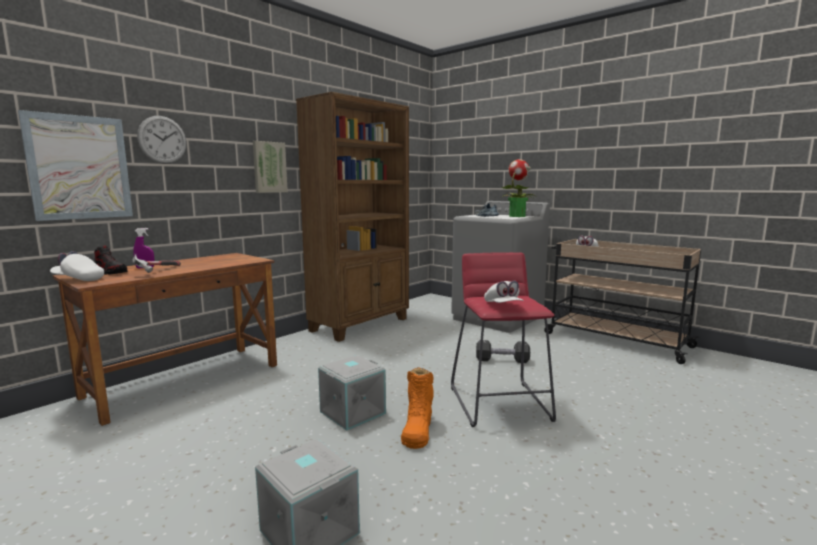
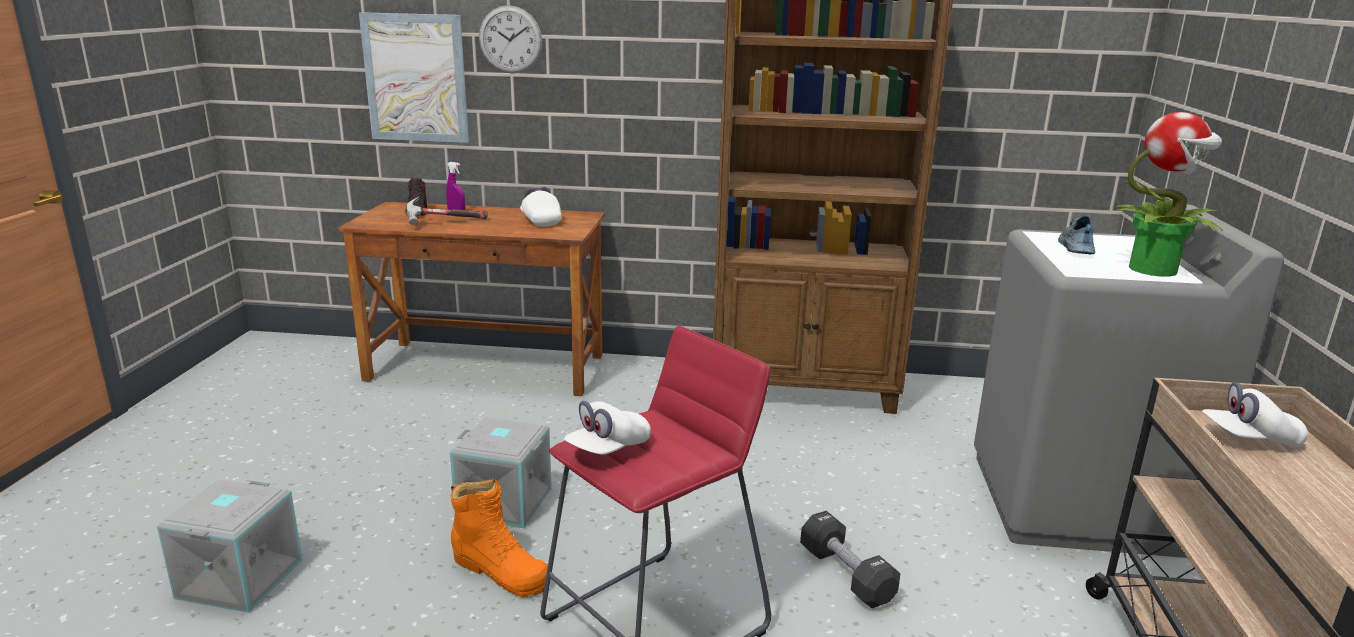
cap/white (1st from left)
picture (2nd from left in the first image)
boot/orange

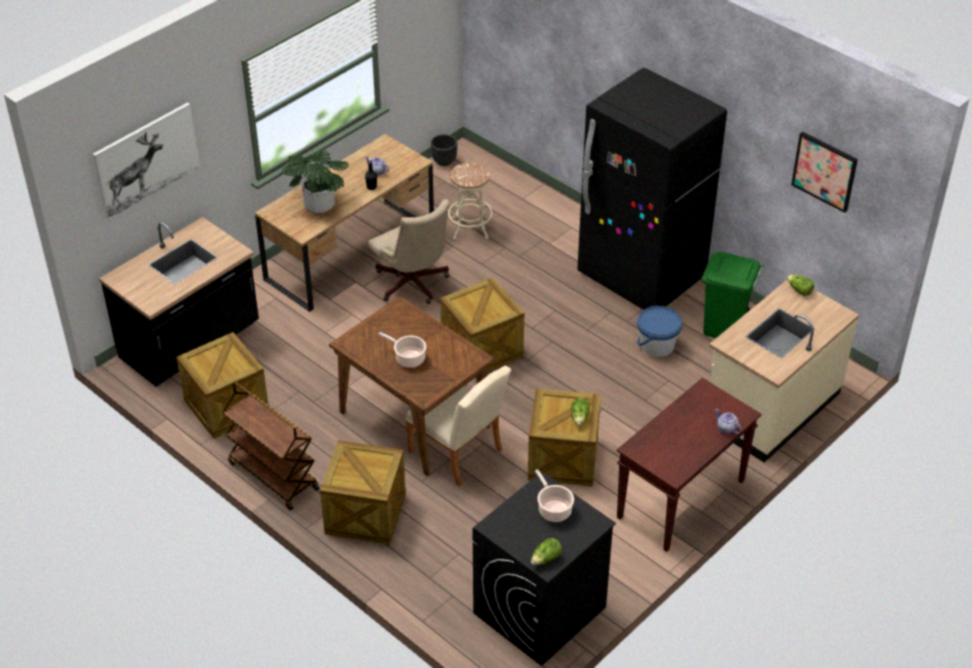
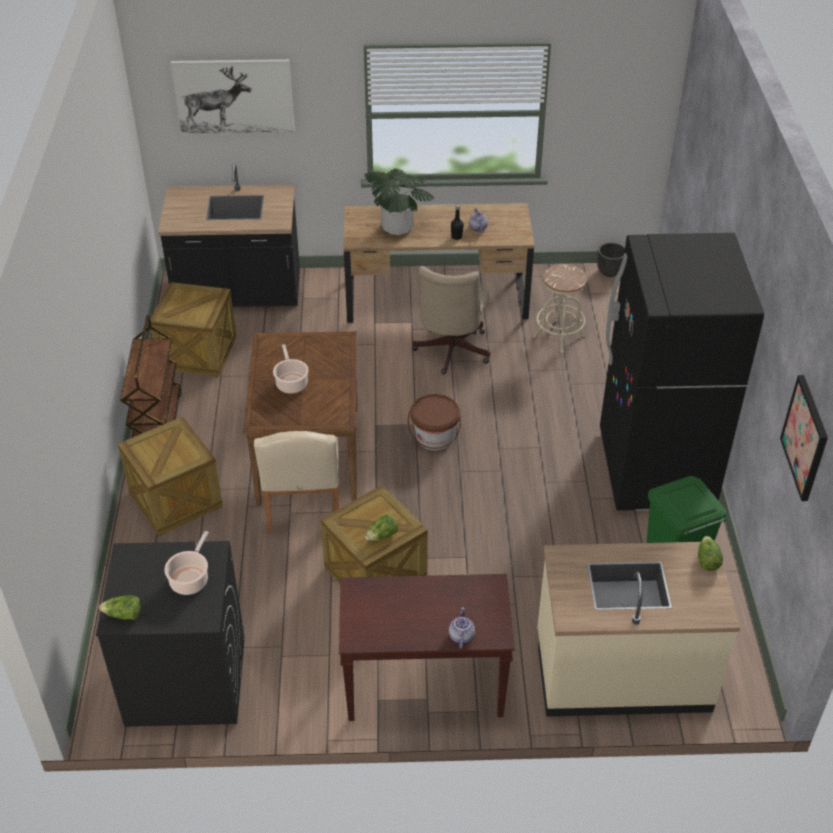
bucket/brown
bucket/blue

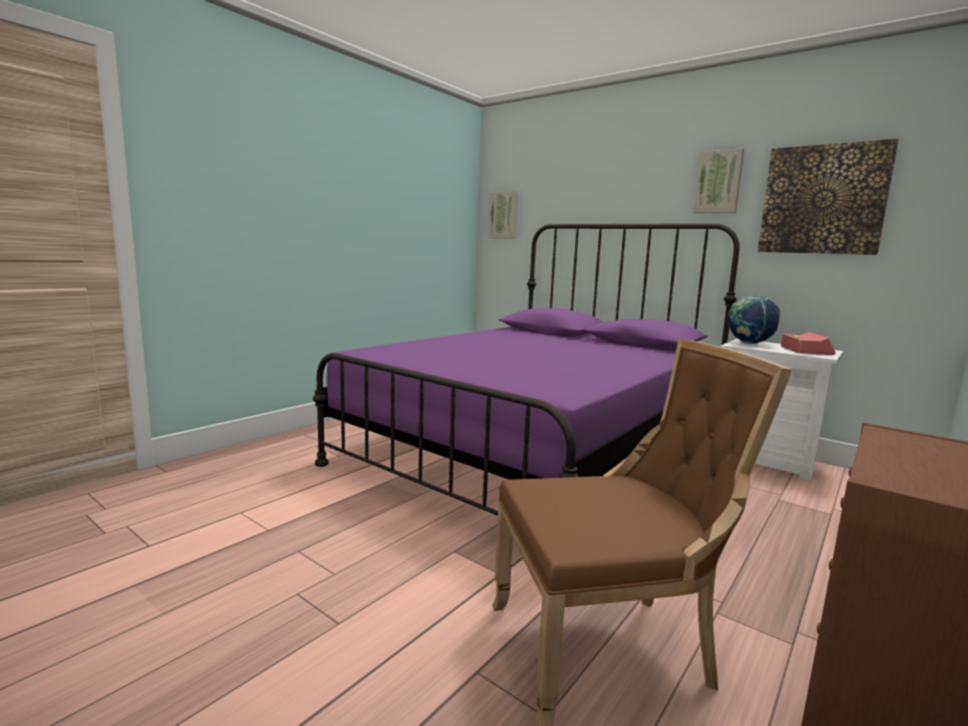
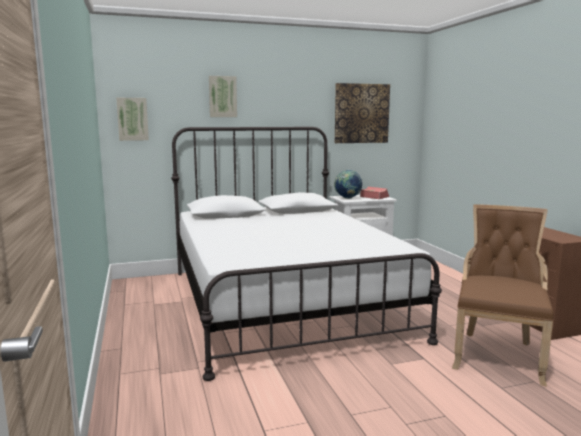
bed/white
picture (2nd from left)

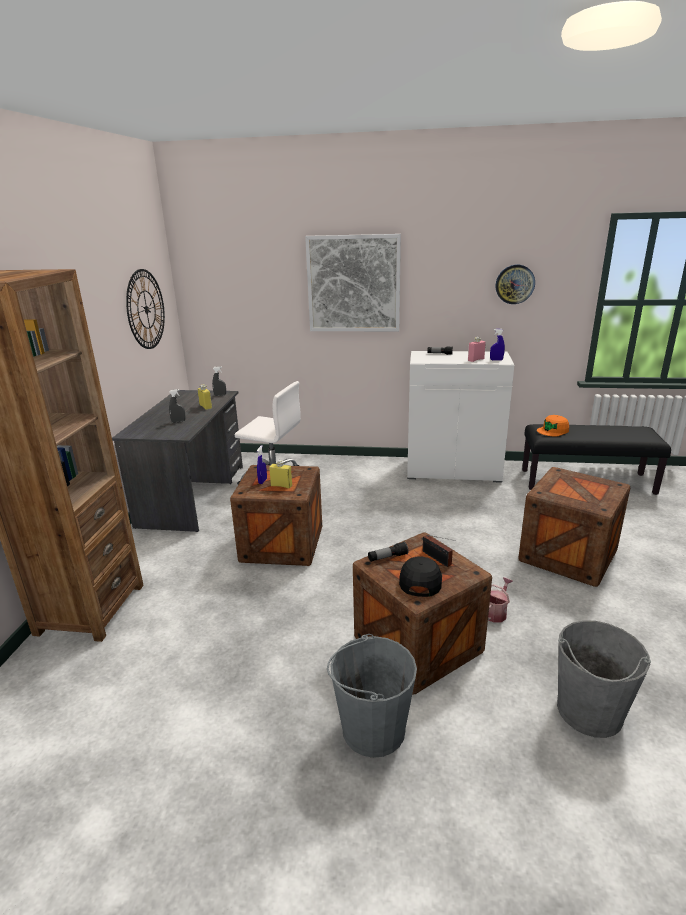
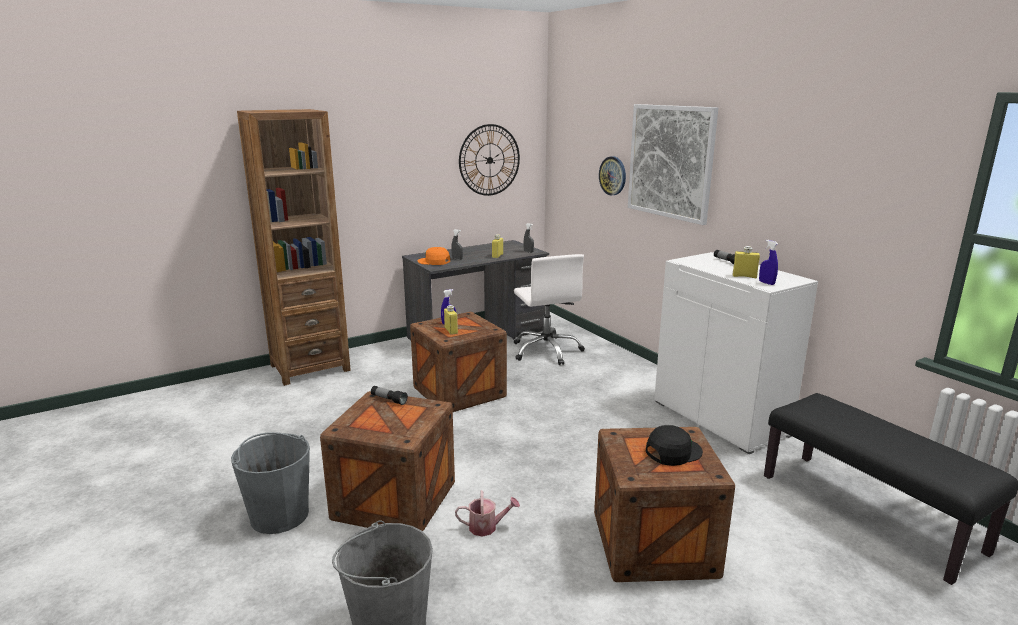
cap/black
radio
bottle/yellow (3rd from left)
wall clock (2nd from left)
cap/orange

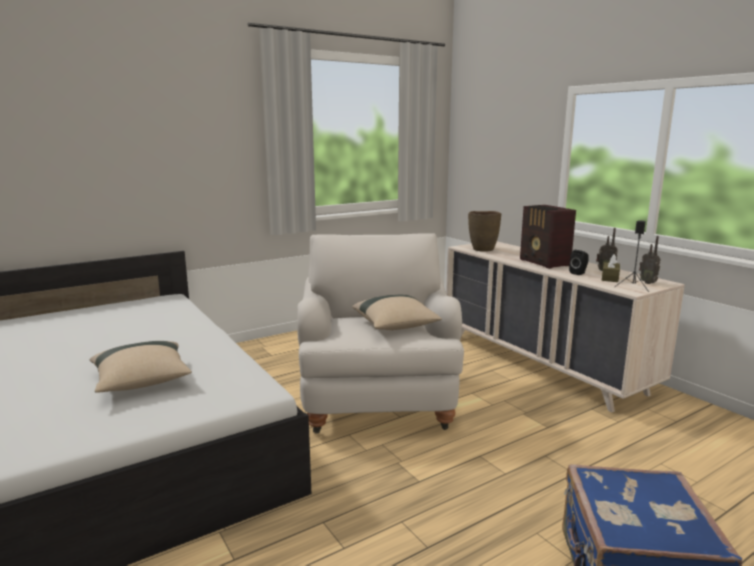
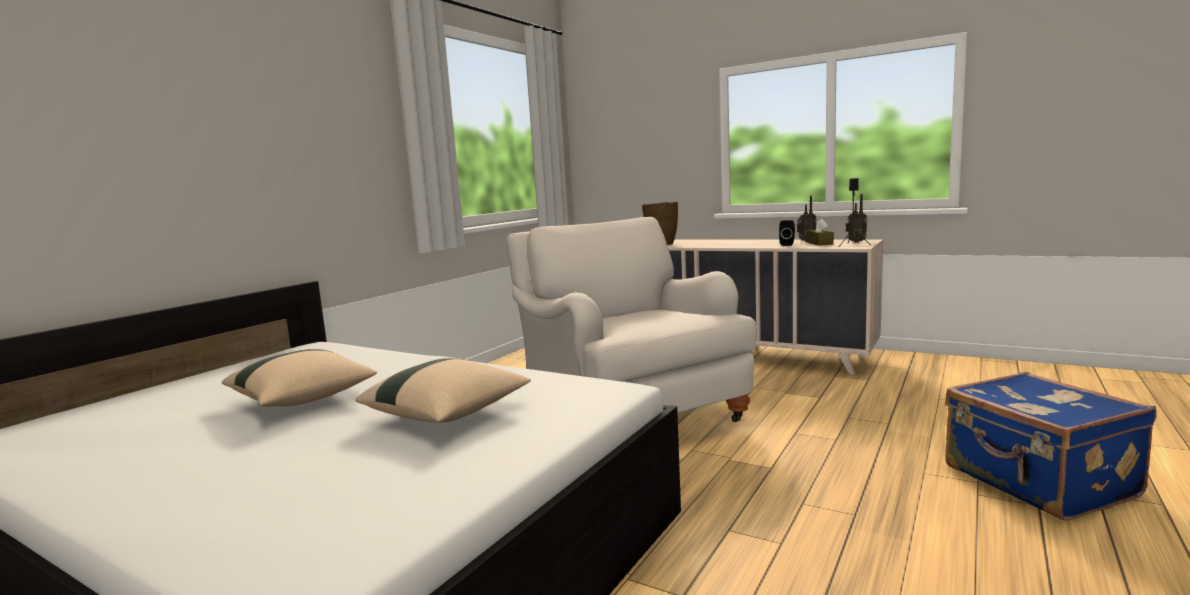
pillow/beige (1st from left)
radio (1st from left in the first image)

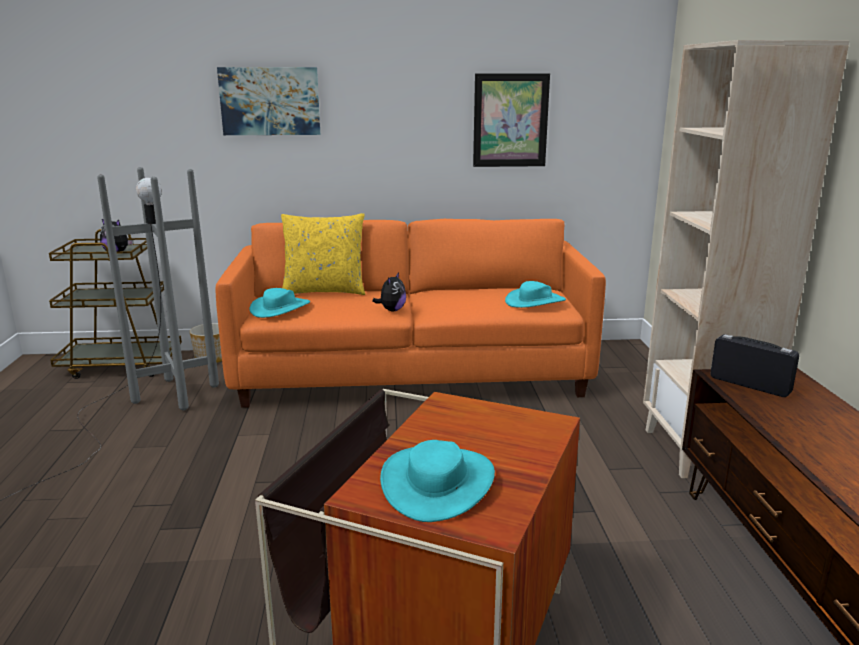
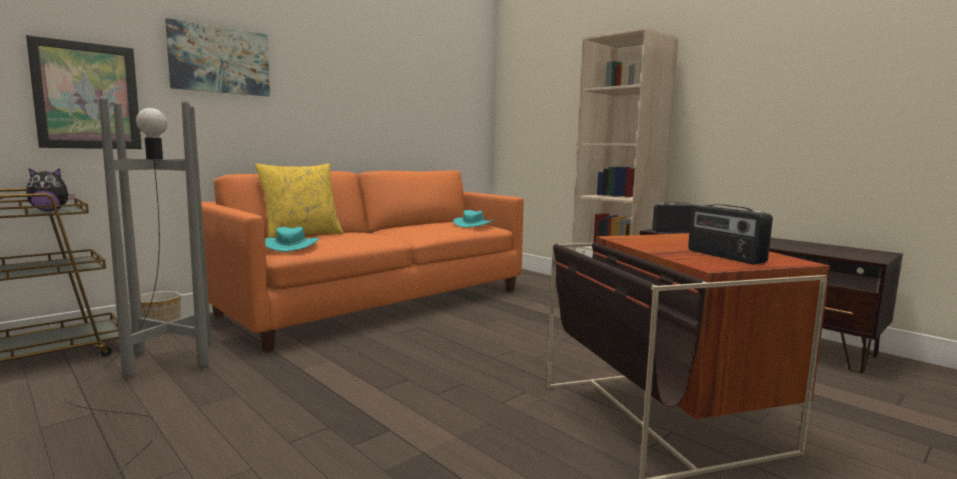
plush toy (2nd from left in the first image)
radio (2nd from left)
picture (1st from left)

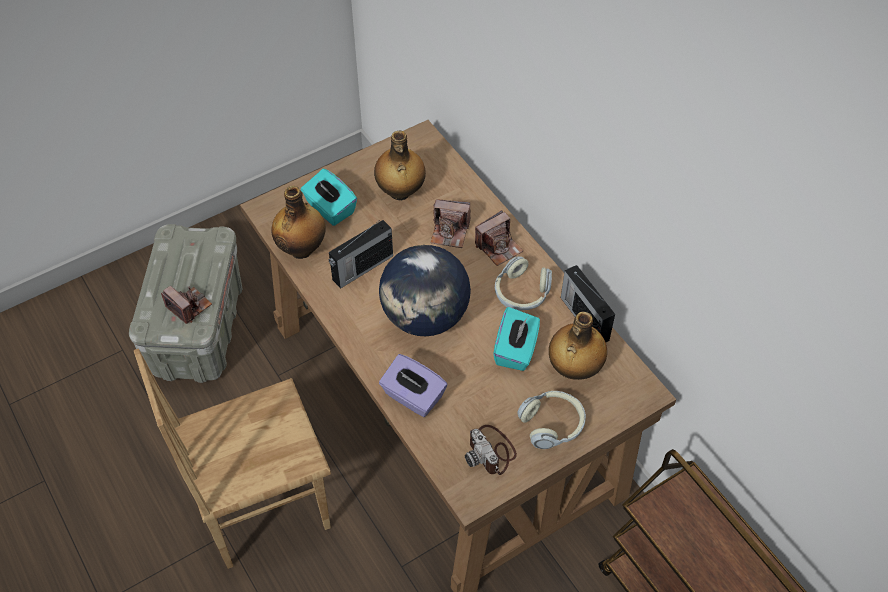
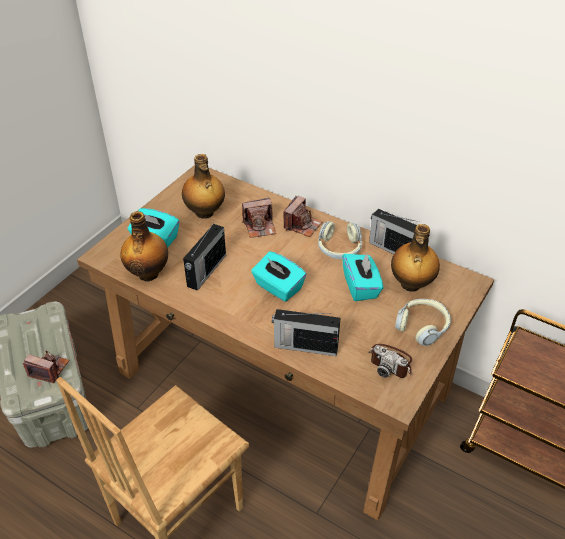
tissue box/turquoise (2nd from left)
radio (2nd from left)

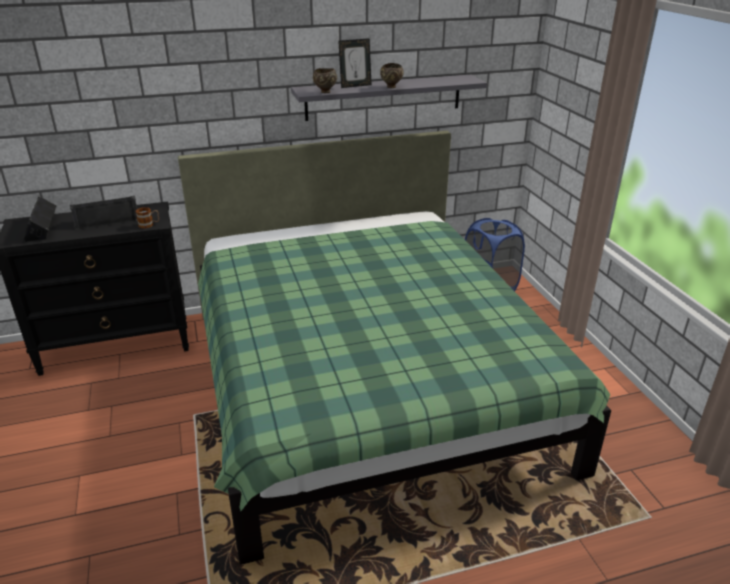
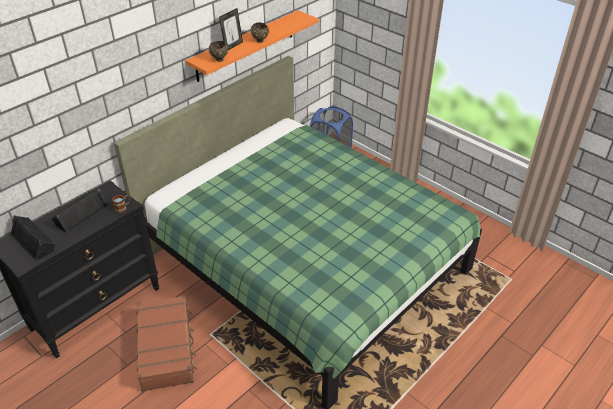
shelf/orange
suitcase/brown

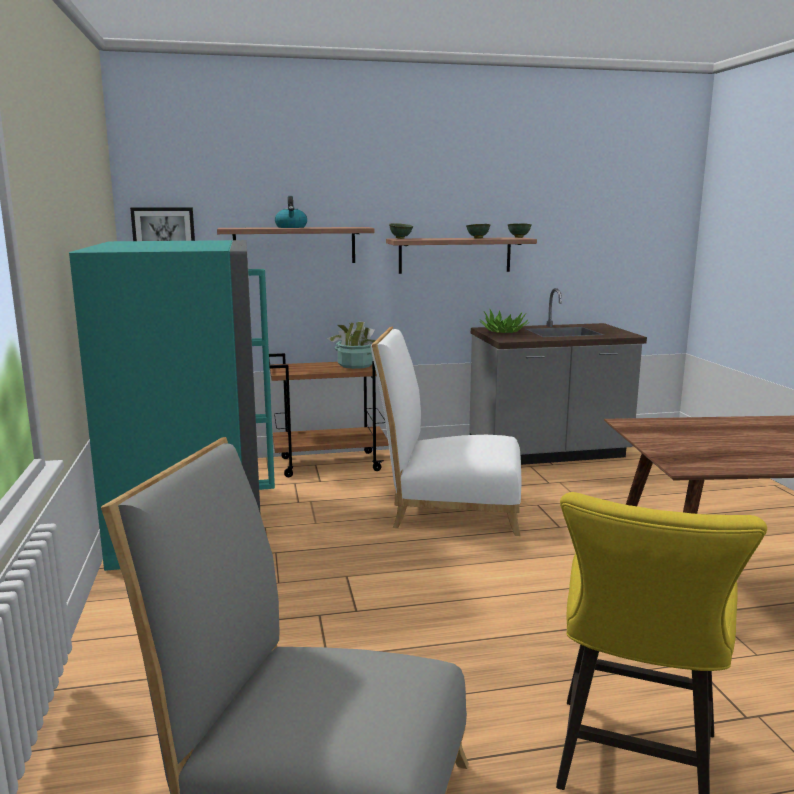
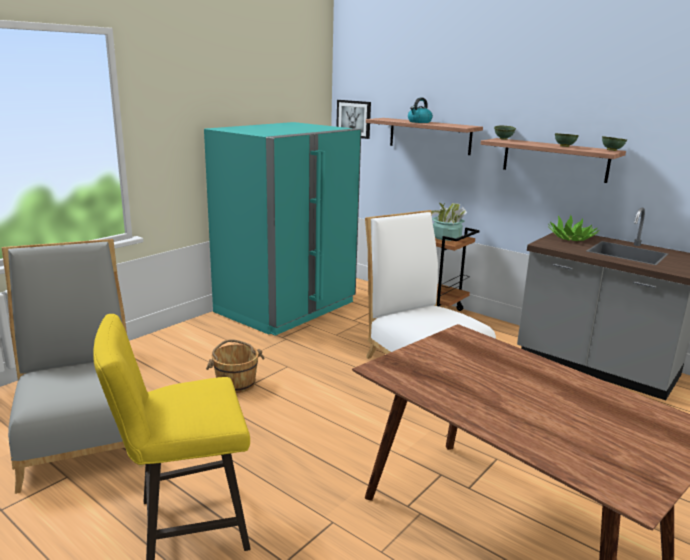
bucket/brown

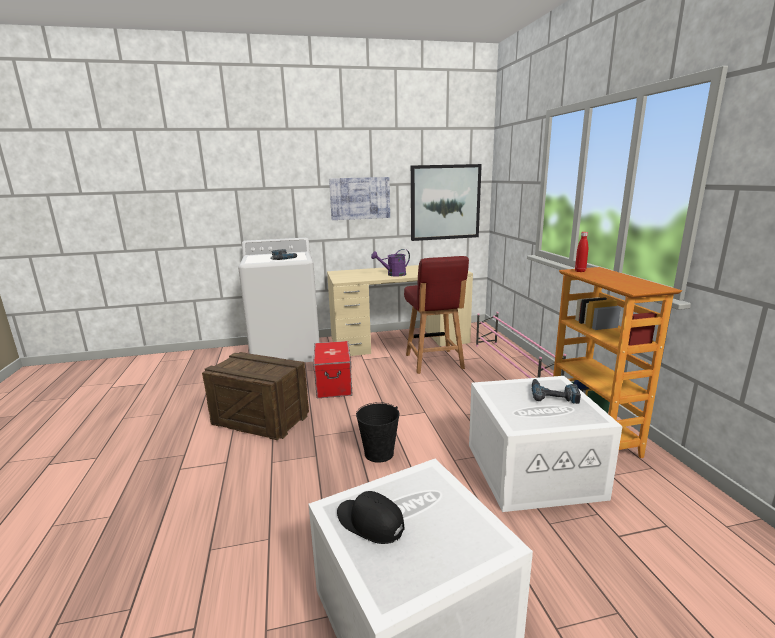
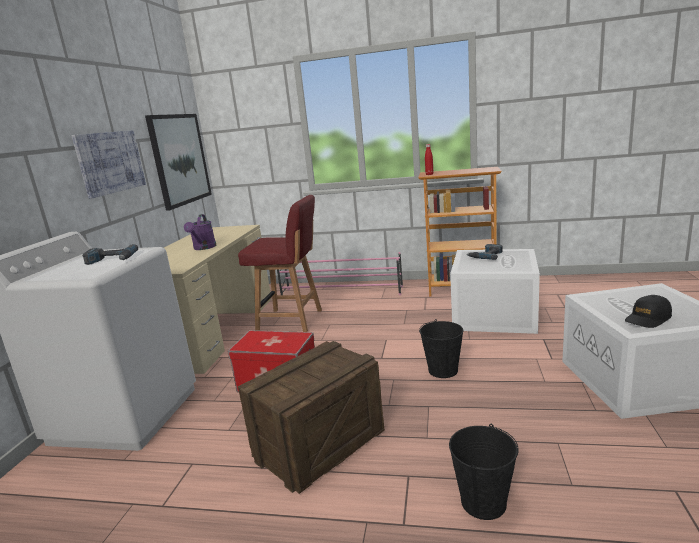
bucket/black (2nd from left)

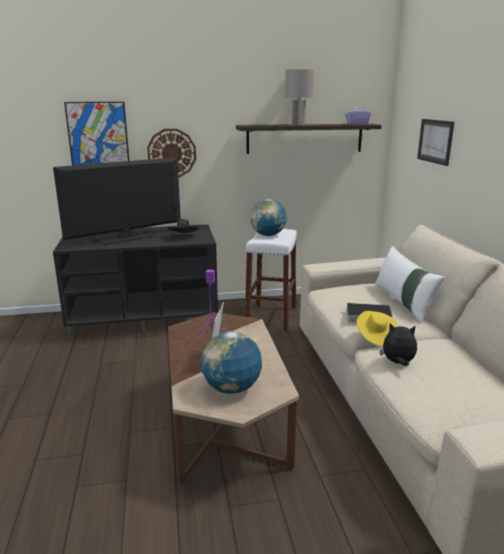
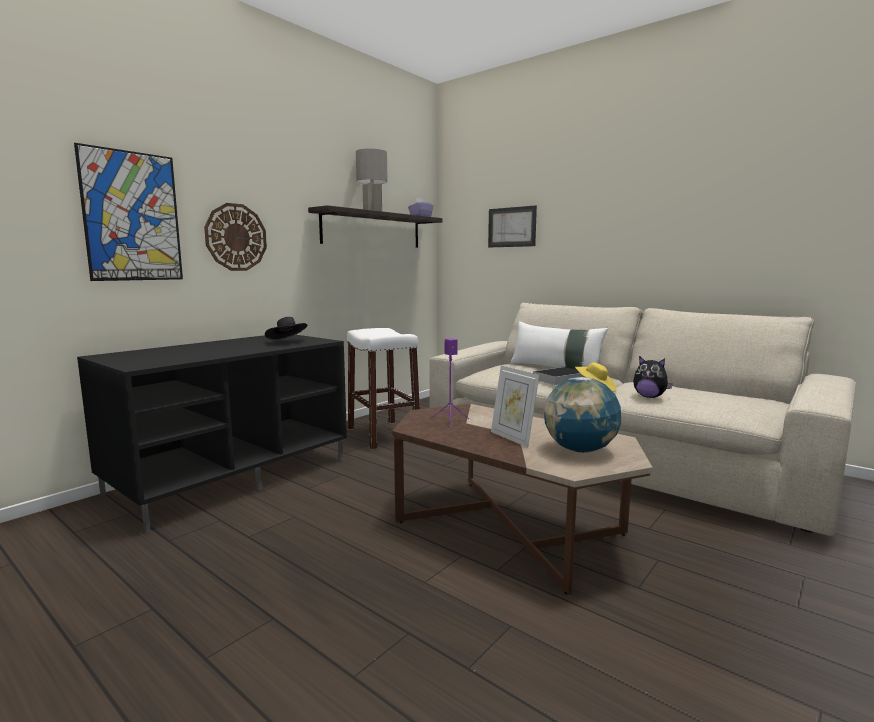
television
globe (2nd from left in the first image)
plush toy

